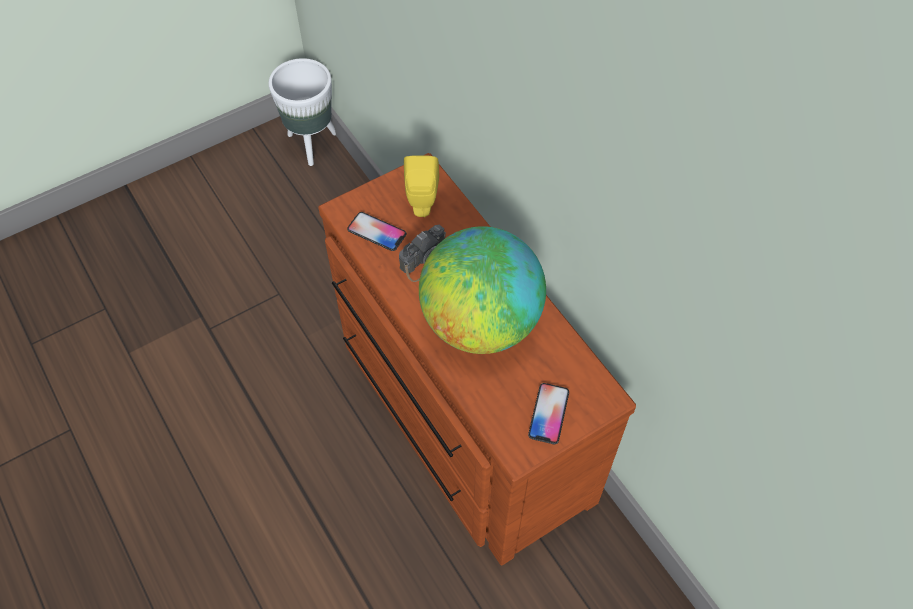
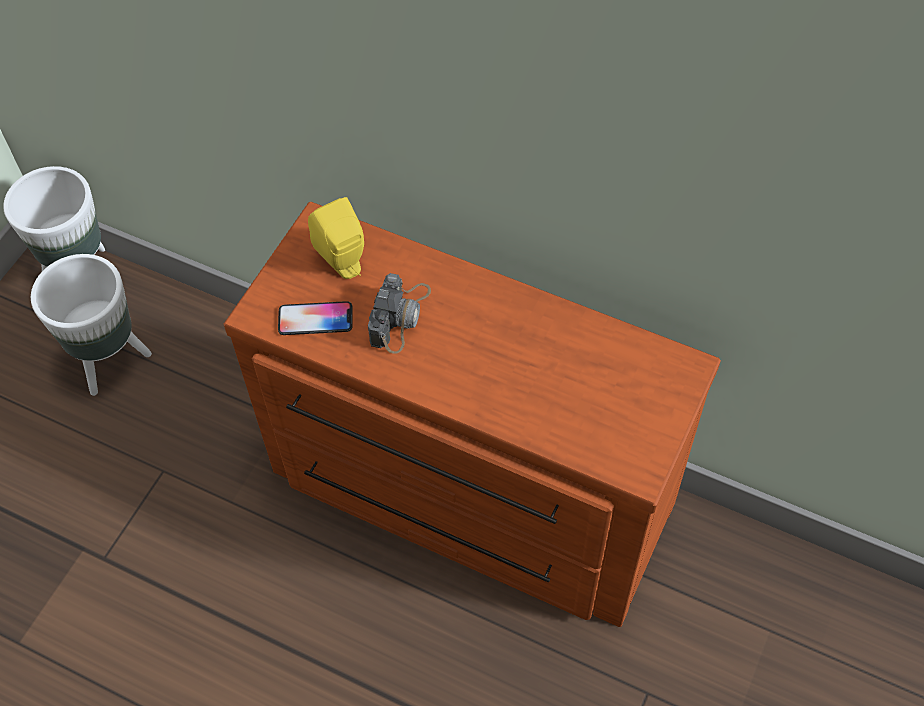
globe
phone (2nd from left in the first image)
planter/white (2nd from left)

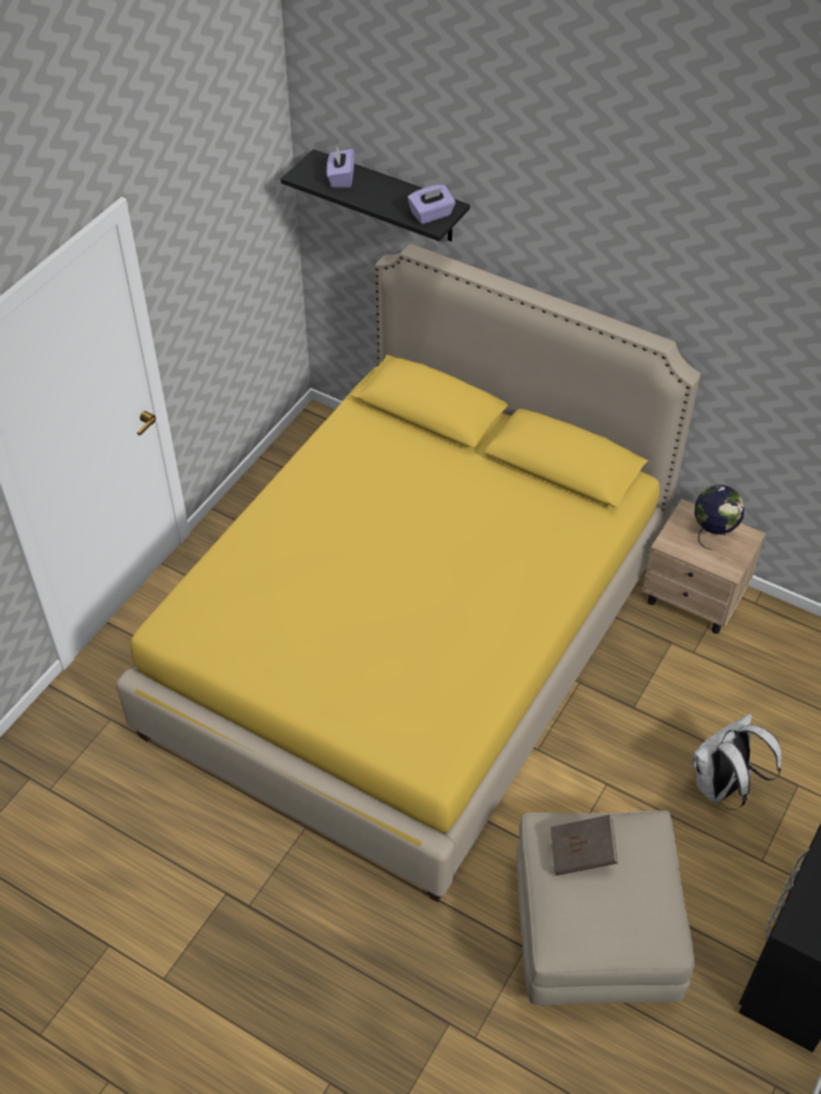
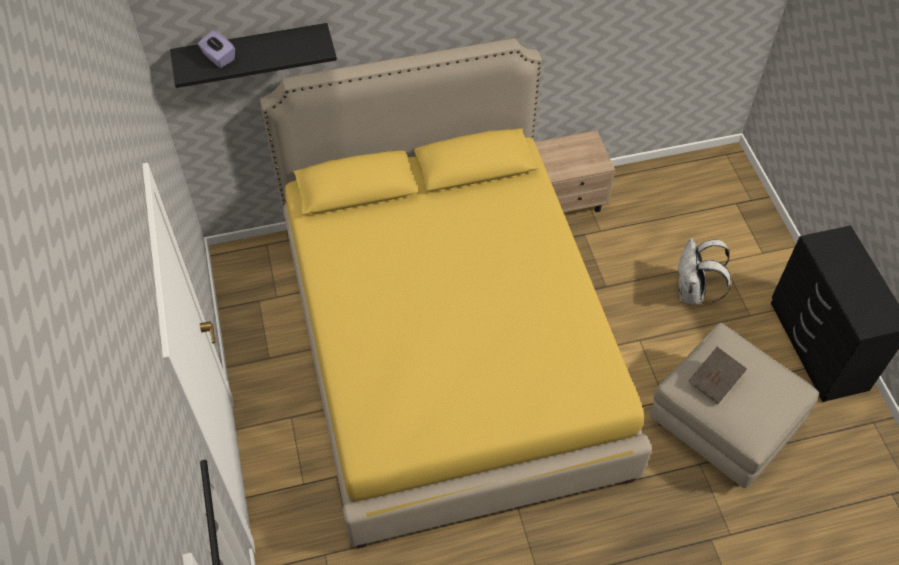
tissue box/purple (2nd from left in the first image)
globe

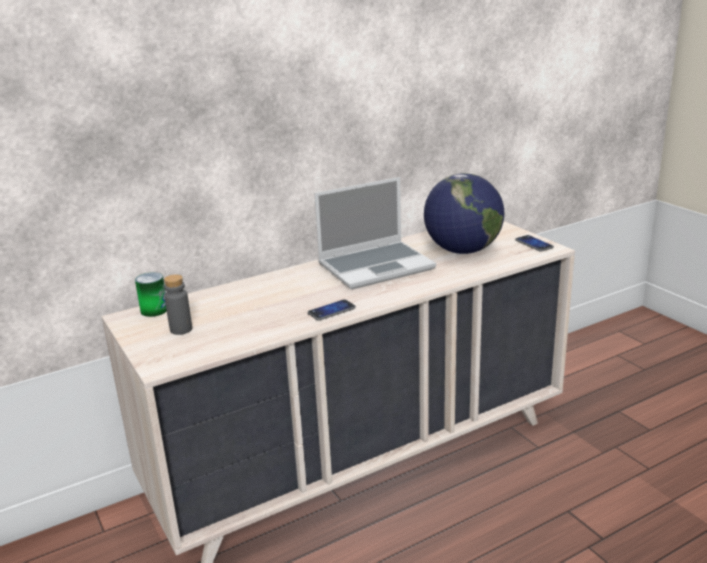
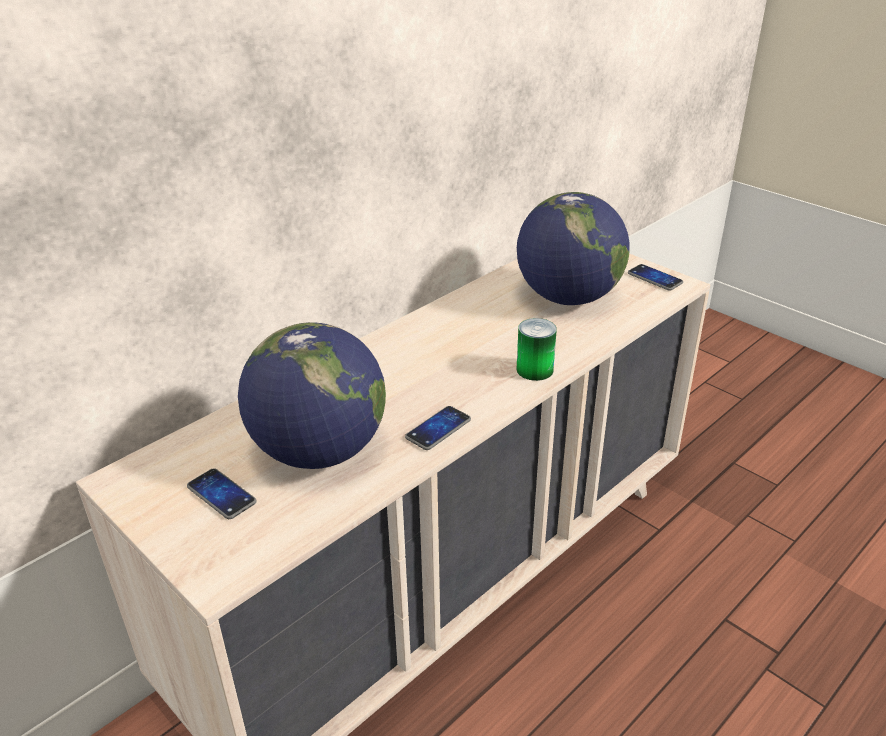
can
phone (1st from left)
laptop
globe (1st from left)

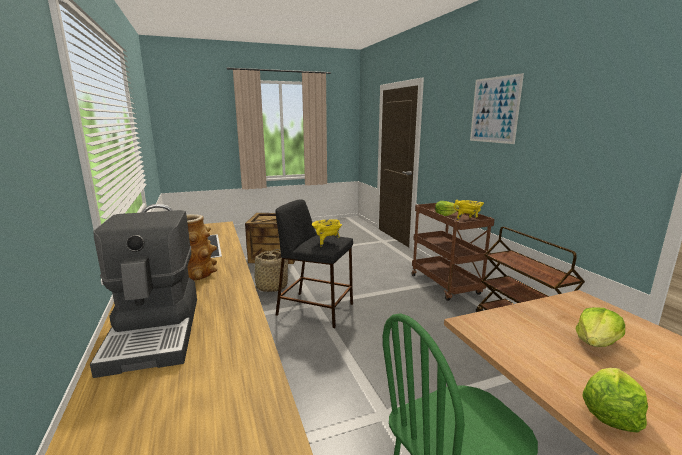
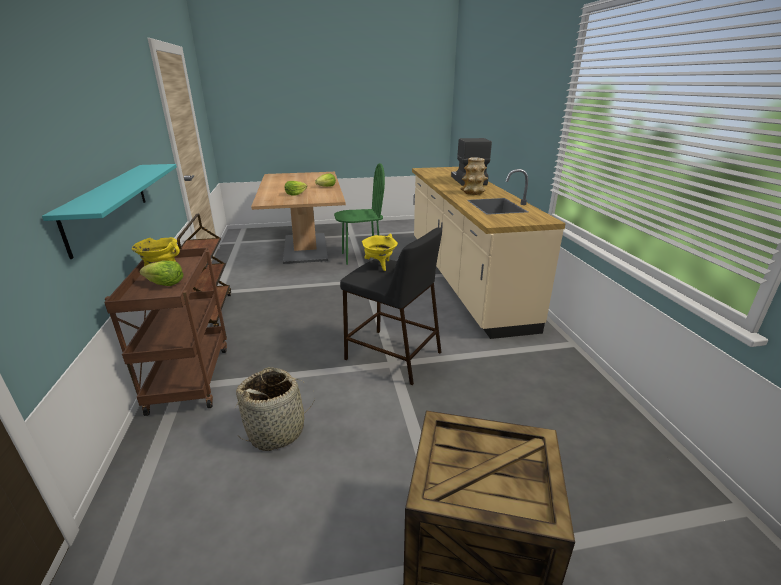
basket
picture
shelf/turquoise

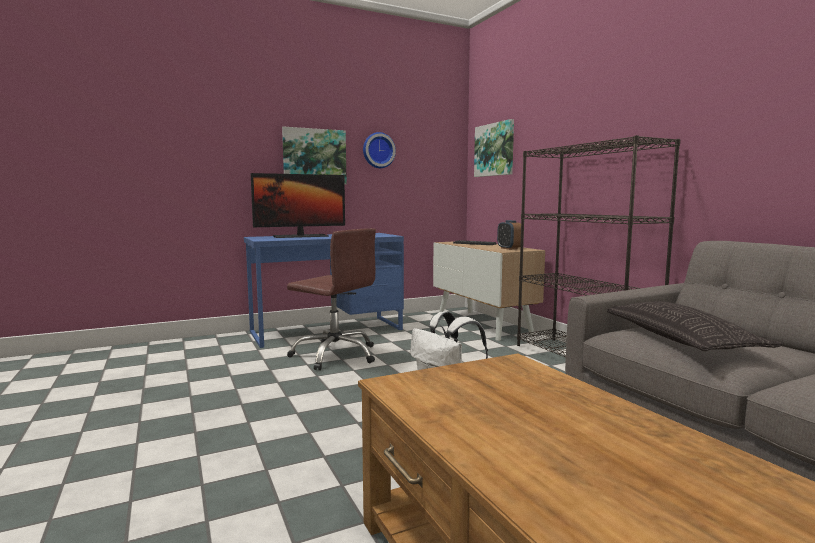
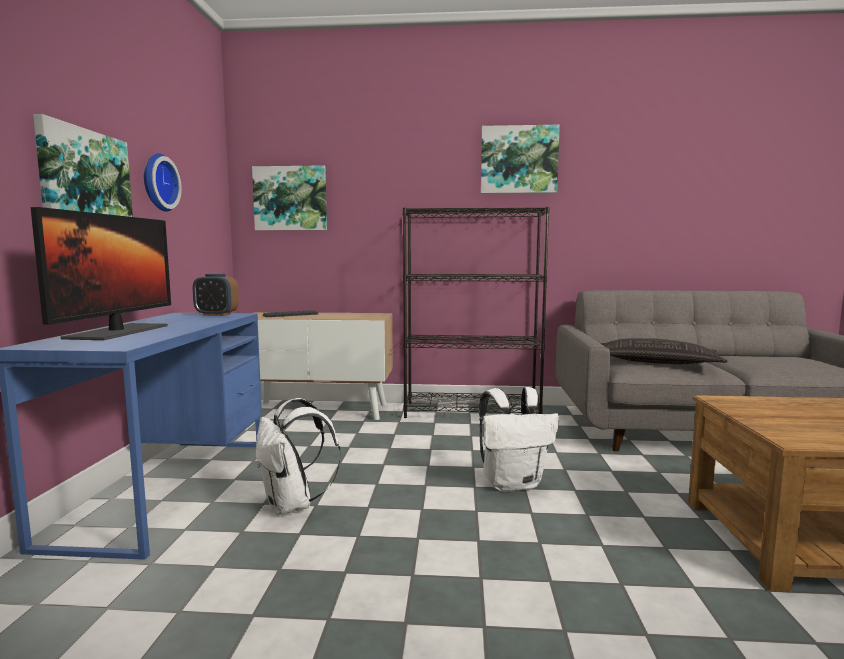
backpack/white (1st from left)
alarm clock
picture (3rd from left)

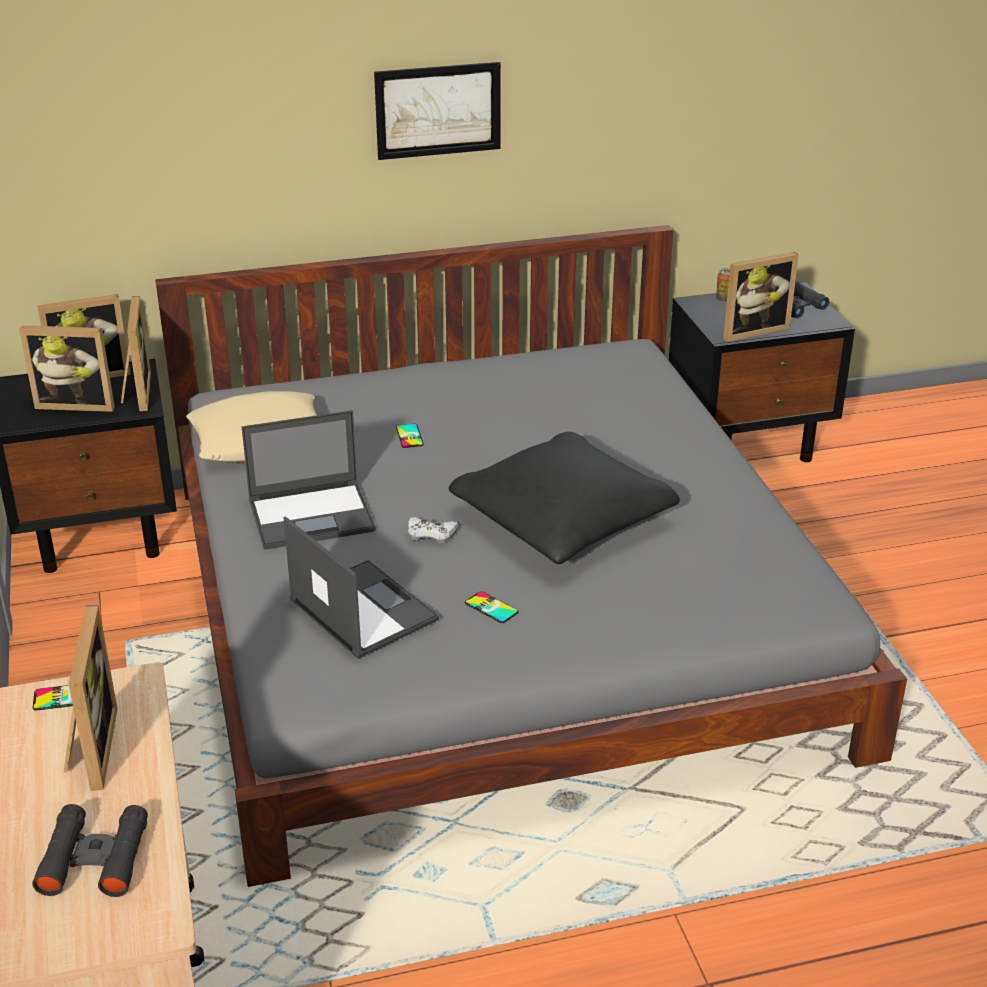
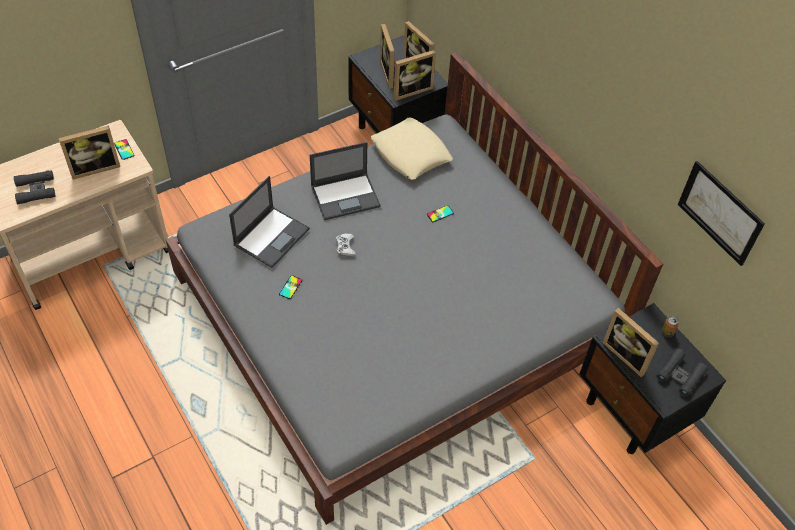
laptop (2nd from left)
picture
pillow/black

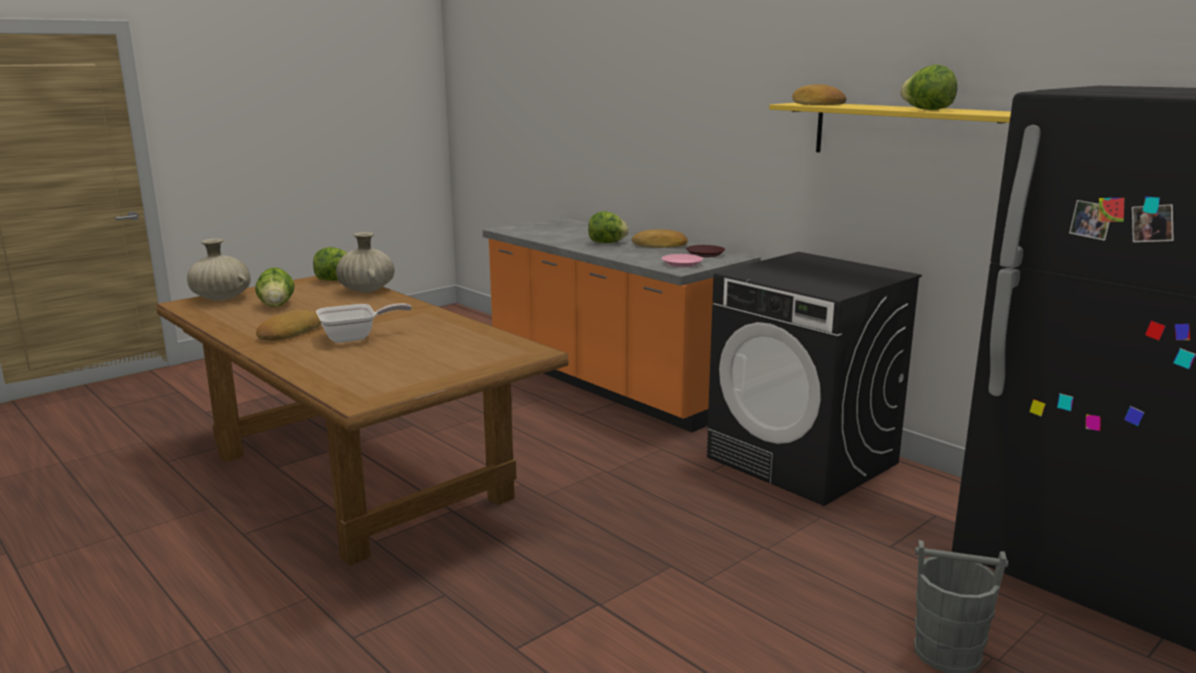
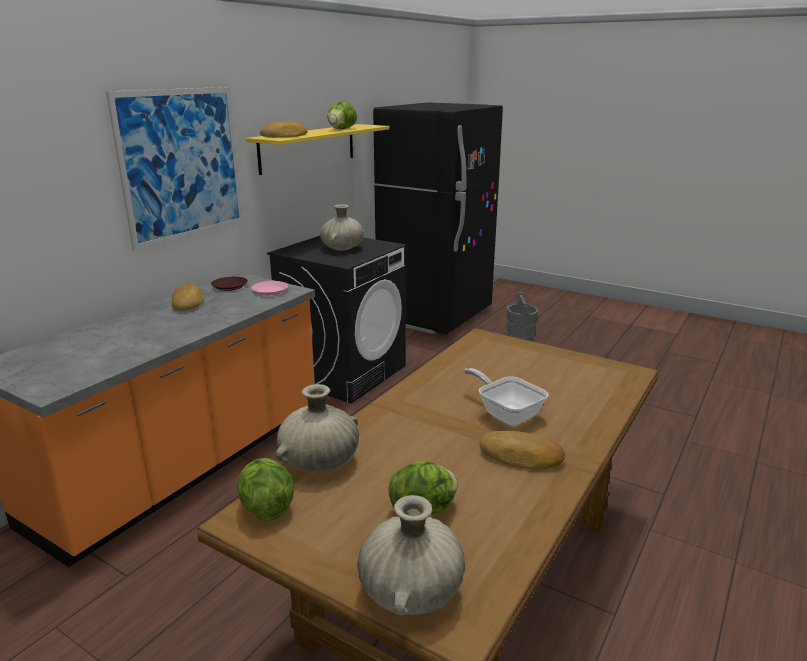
lettuce (3rd from left in the first image)
picture
vase/beige (2nd from left)

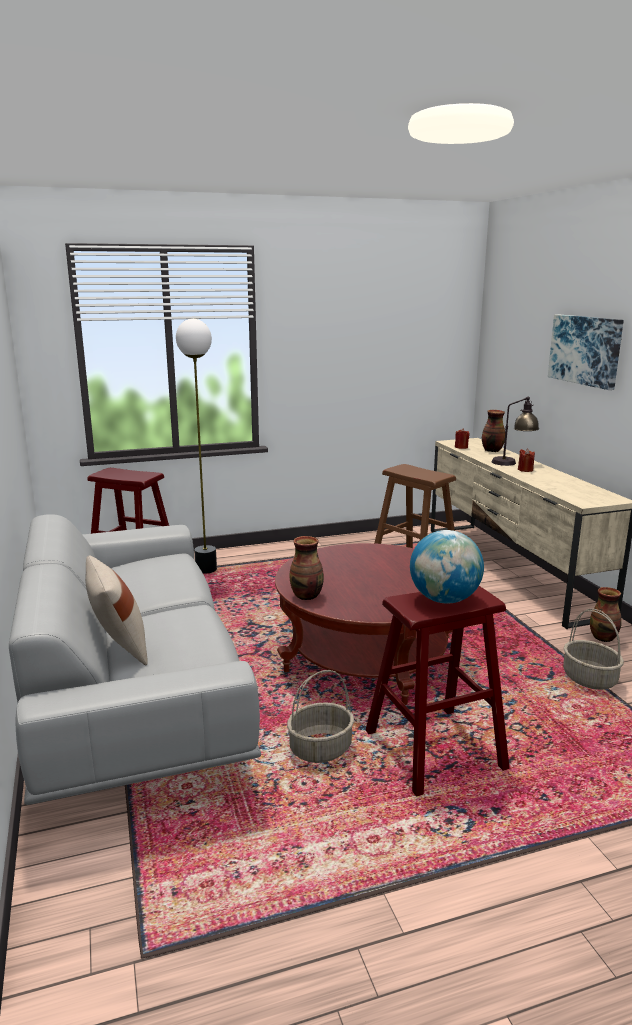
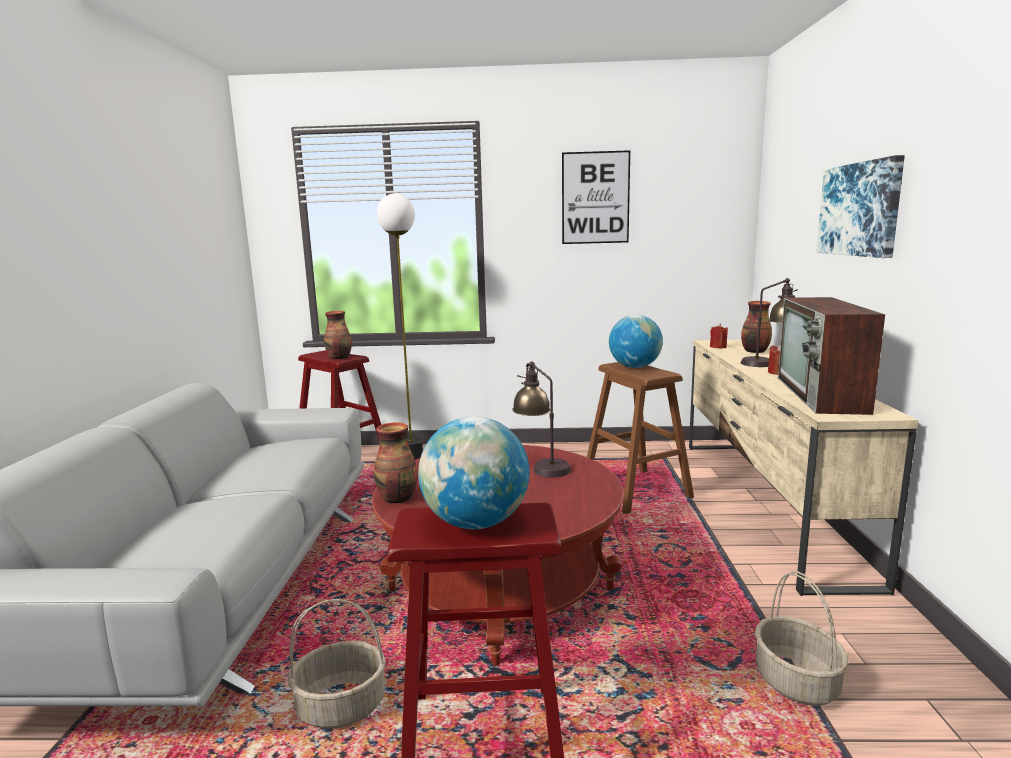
pillow/beige
vase (1st from left)
table lamp (1st from left)
picture (1st from left)
globe (2nd from left)
television

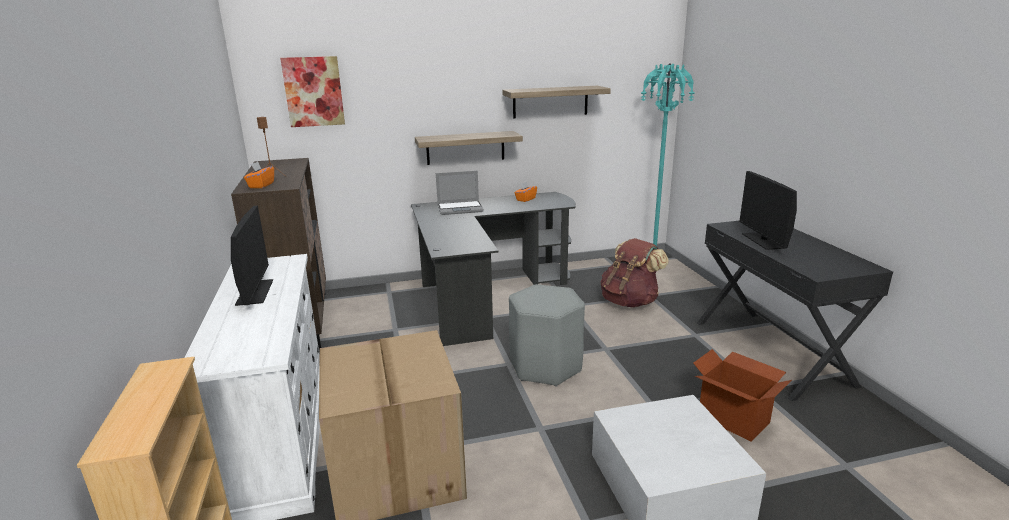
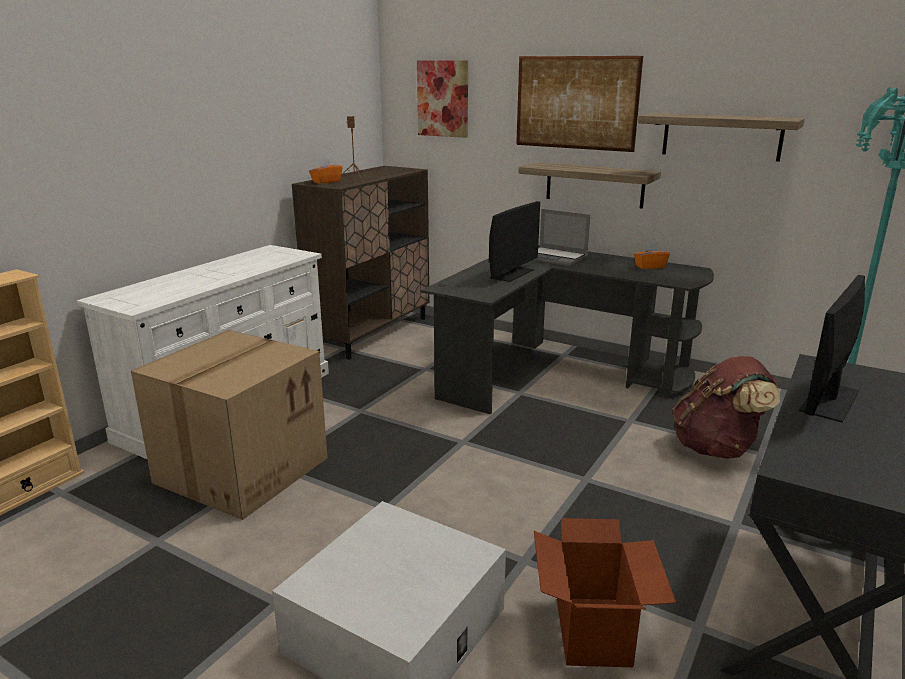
monitor (1st from left)
stool/grey
picture (2nd from left)

